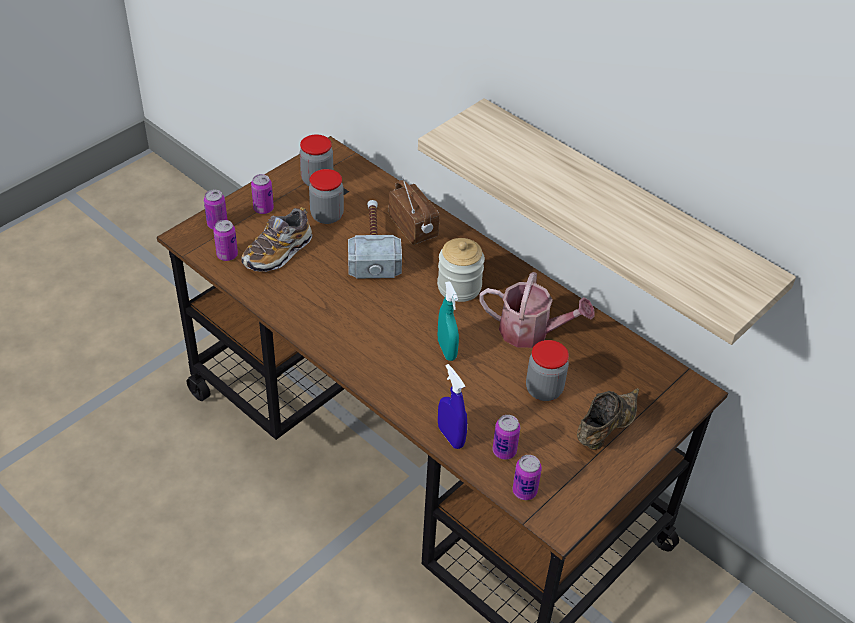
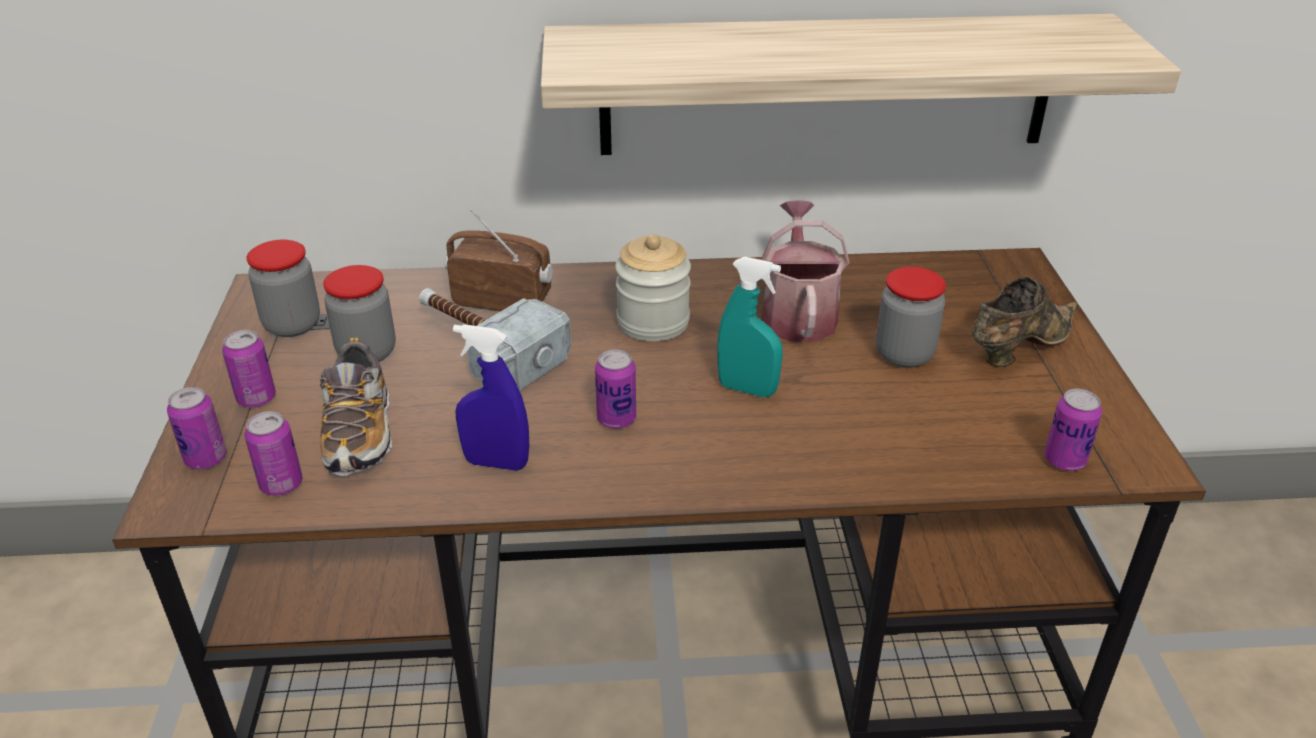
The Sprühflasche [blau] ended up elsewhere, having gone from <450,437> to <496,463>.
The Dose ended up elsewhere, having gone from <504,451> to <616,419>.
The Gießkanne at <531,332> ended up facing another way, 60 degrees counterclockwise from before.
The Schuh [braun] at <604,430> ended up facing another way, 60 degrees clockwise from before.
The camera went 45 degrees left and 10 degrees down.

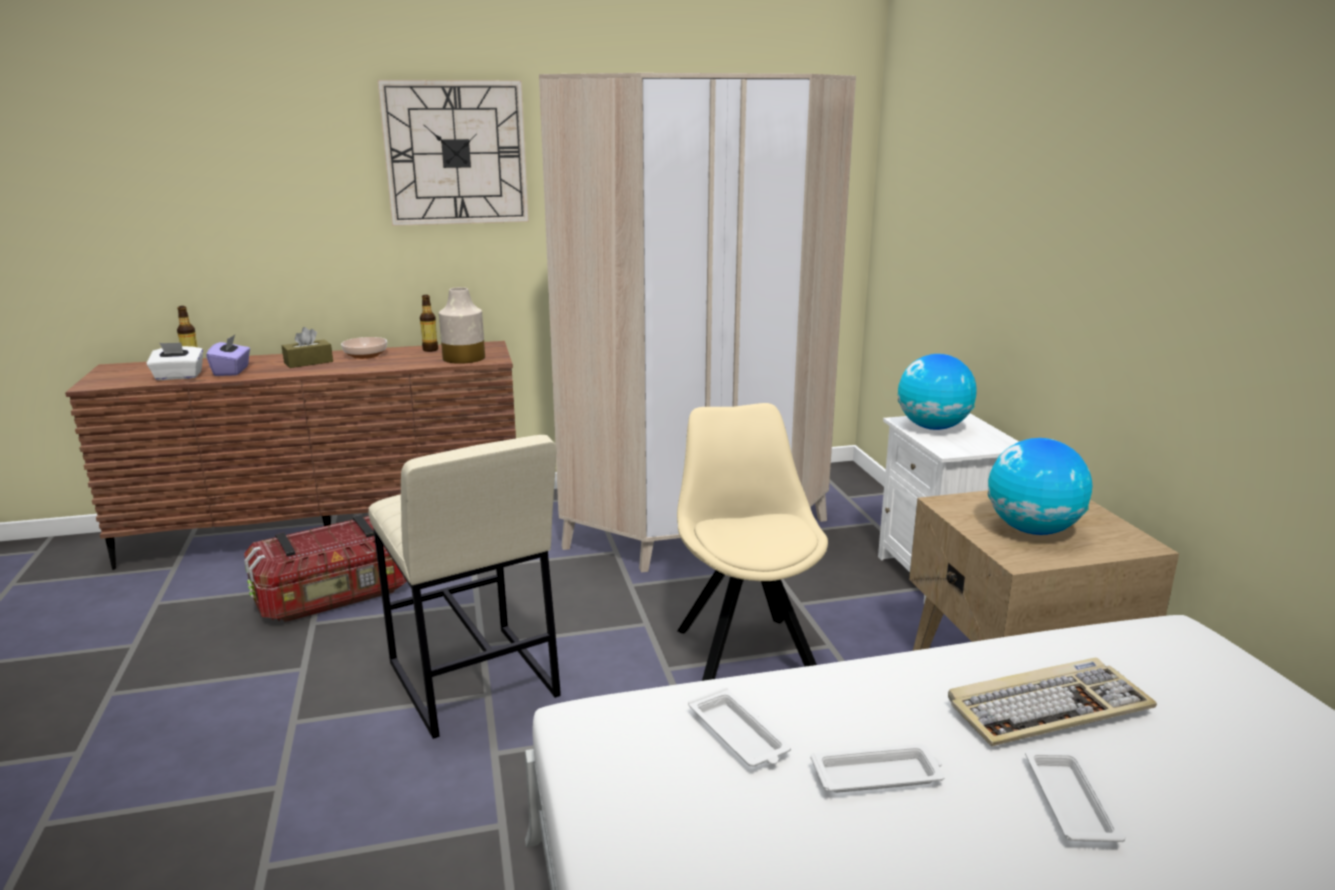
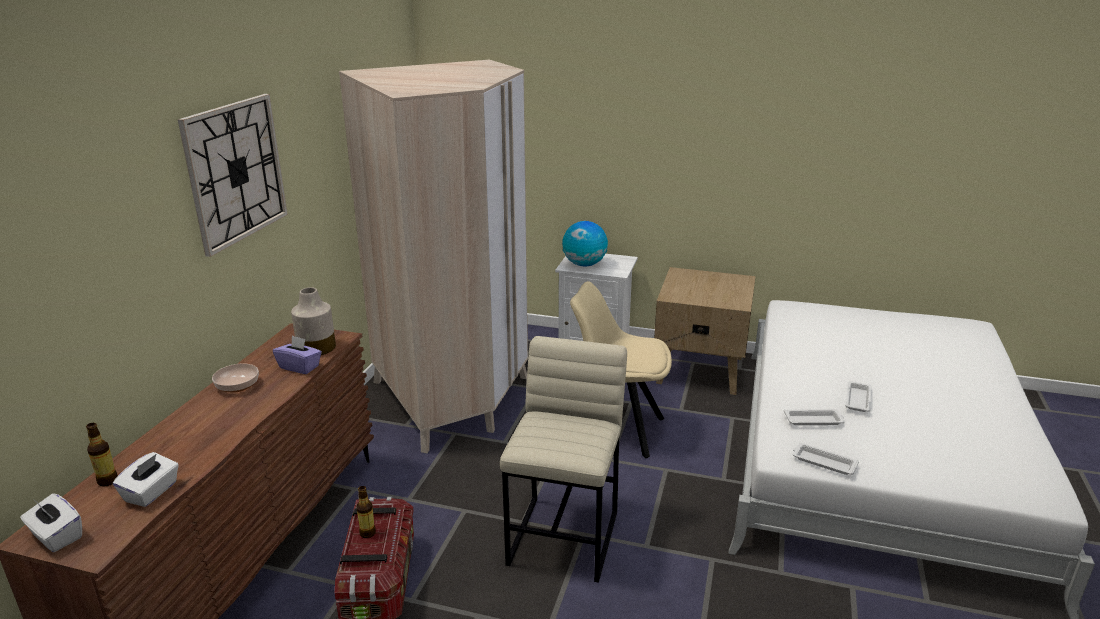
The second view lost the Taschentuchbox [braun] at <308,362>.
The second view lost the Tastatur at <1048,706>.
The second view lost the Globus at <1032,530>.
The second view gained the Taschentuchbox [weiß] at <56,536>.
The Taschentuchbox [lila] ended up elsewhere, having gone from <232,371> to <300,367>.
The Flasche ended up elsewhere, having gone from <430,350> to <367,533>.
The Tablett [weiß] ended up elsewhere, having gone from <1069,800> to <823,462>.
The Stuhl [beige] at <474,681> ended up facing another way, 75 degrees counterclockwise from before.
The camera went 60 degrees left and 5 degrees up.

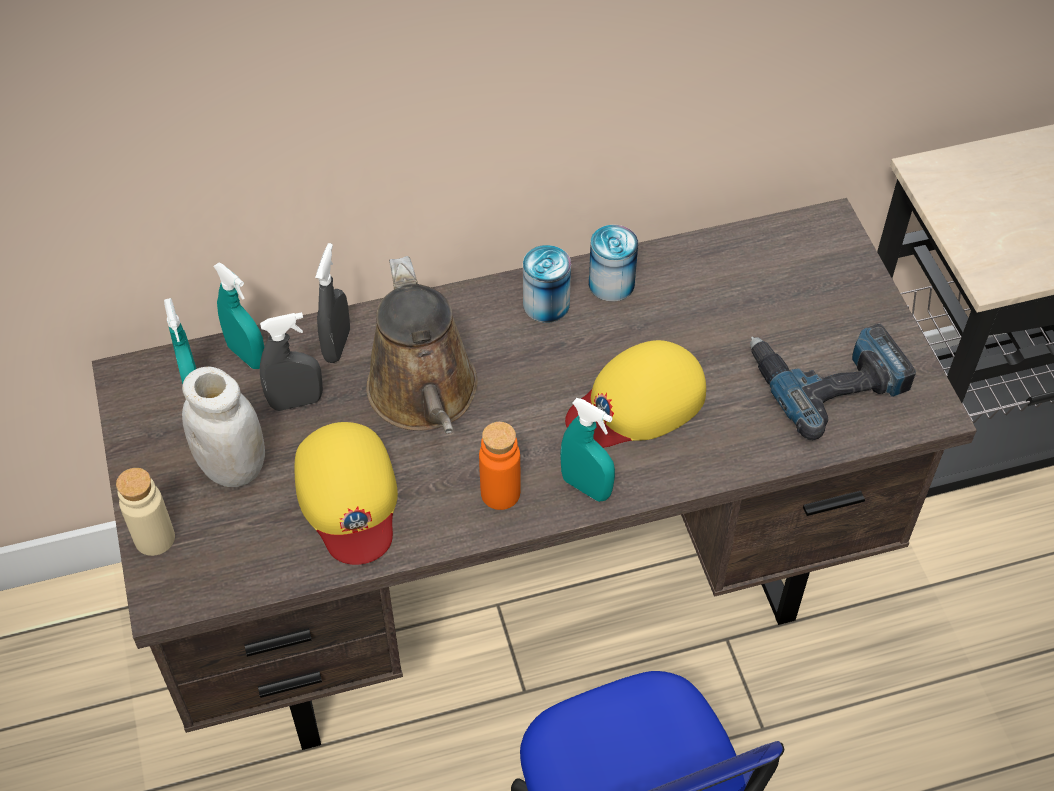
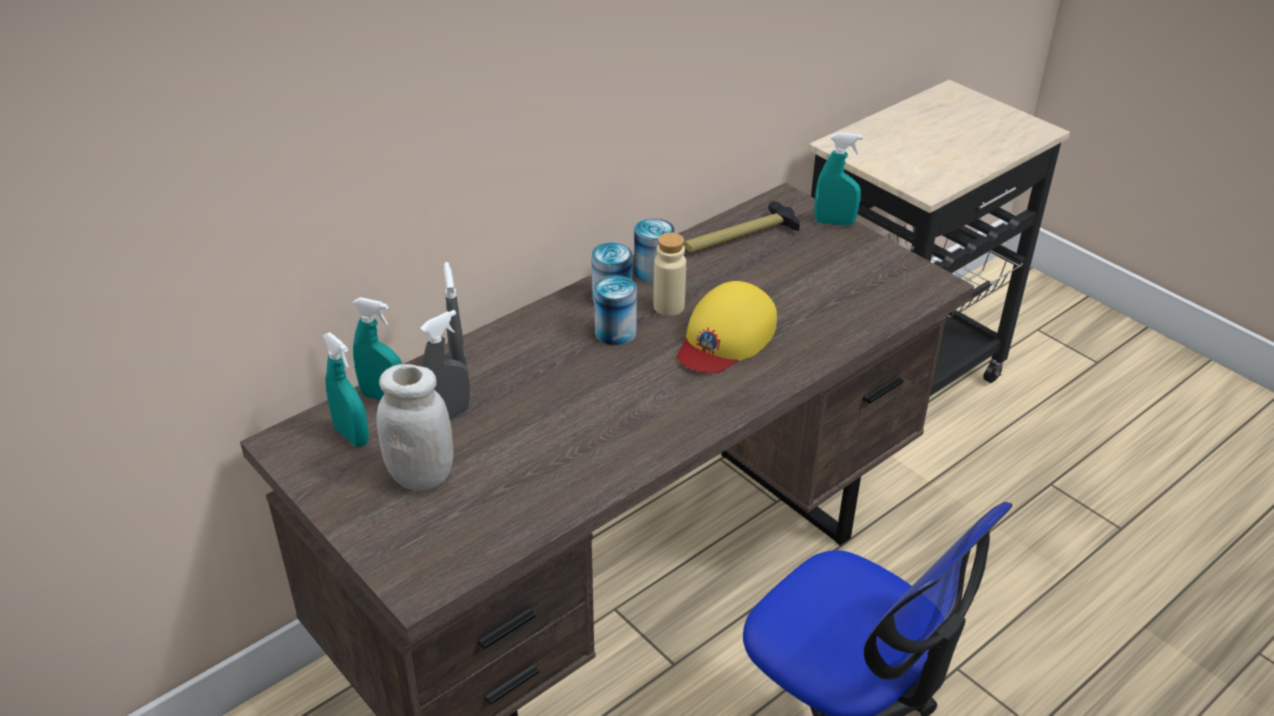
The second view lost the Kappe [gelb] at <348,497>.
The second view lost the Gießkanne [braun] at <425,396>.
The second view lost the Flasche [orange] at <500,493>.
The second view lost the Bohrmaschine at <827,378>.
The second view gained the Dose at <615,332>.
The second view gained the Hammer at <740,238>.
The Flasche [beige] ended up elsewhere, having gone from <154,538> to <669,306>.
The Sprühflasche [türkis] ended up elsewhere, having gone from <586,487> to <834,222>.
The camera went 25 degrees left and 15 degrees down.

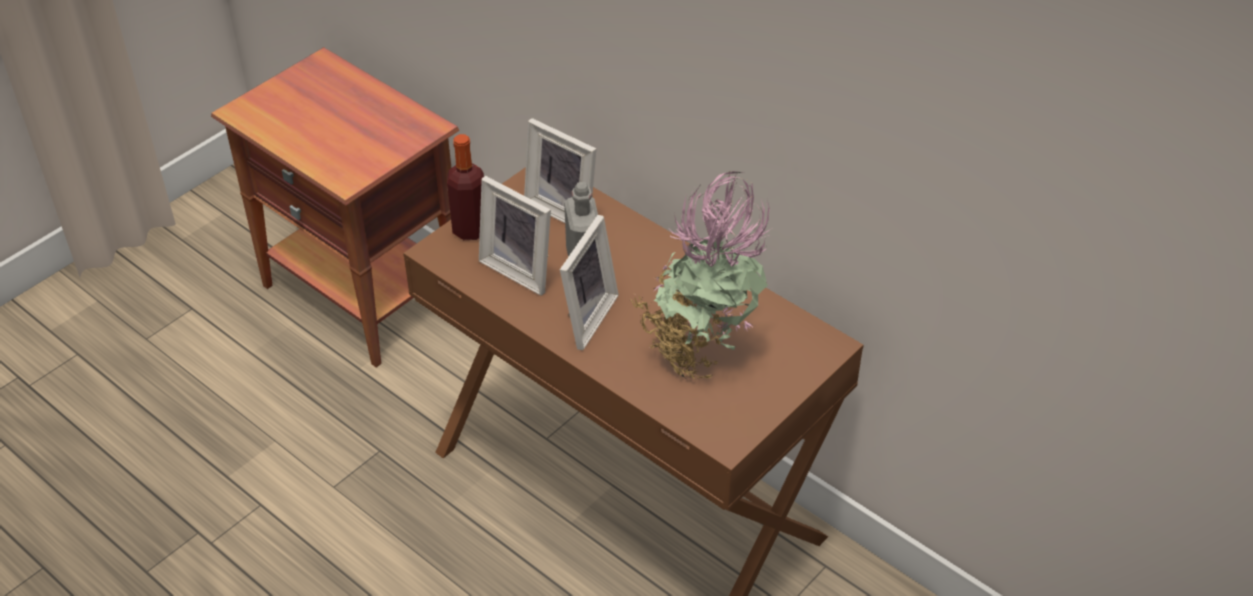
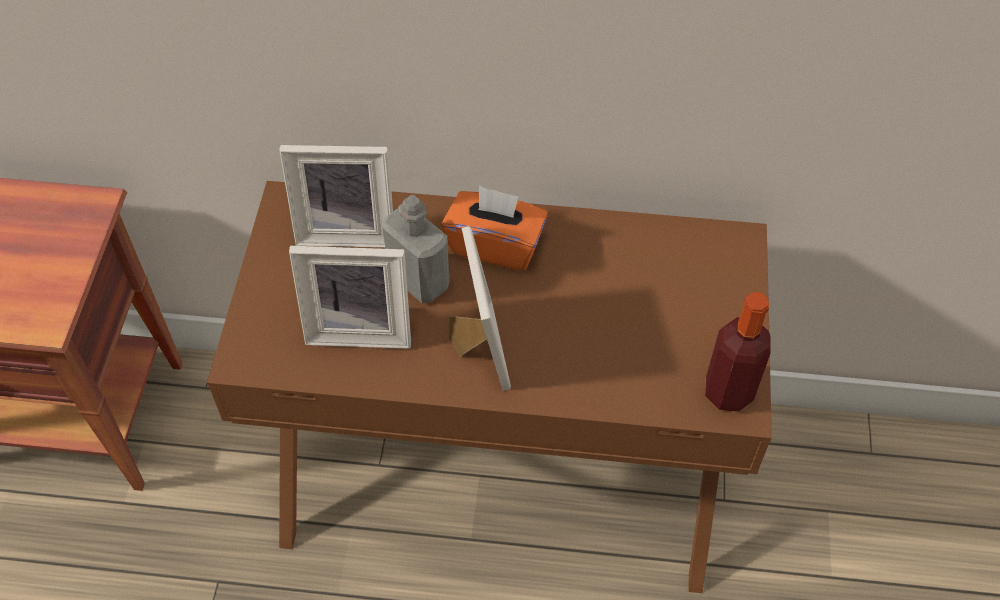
The second view lost the Topfpflanze at <700,351>.
The second view gained the Taschentuchbox [orange] at <495,245>.
The Flasche ended up elsewhere, having gone from <470,230> to <728,392>.
The camera went 35 degrees left and 10 degrees up.

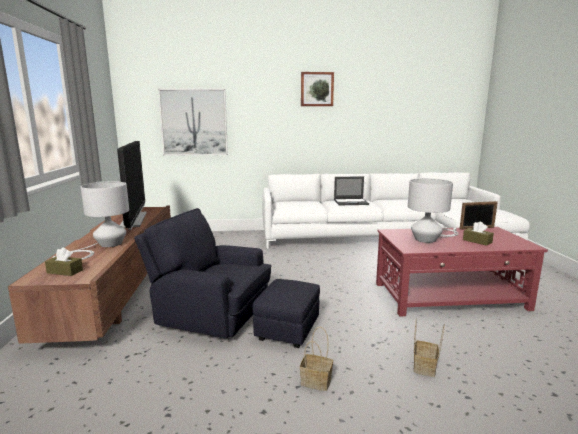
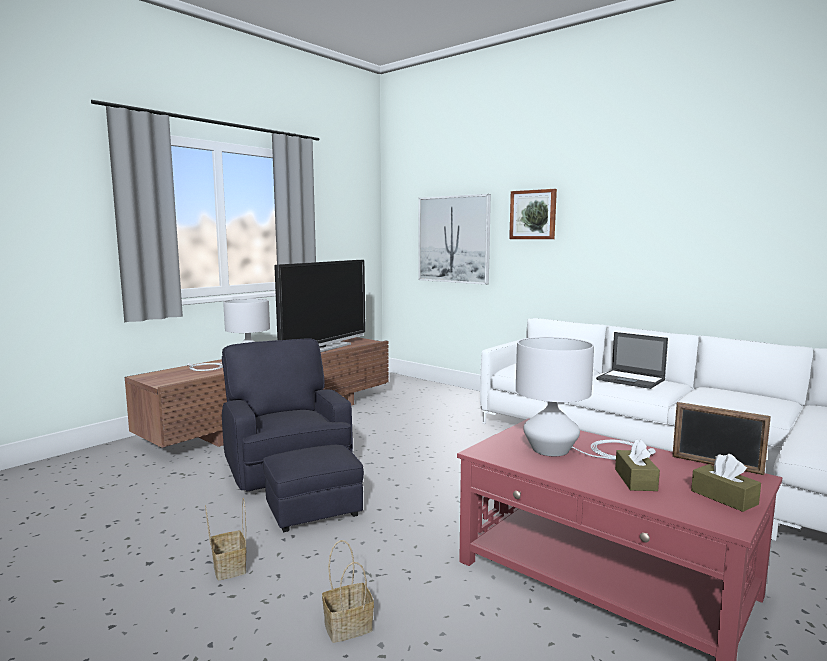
The Taschentuchbox [braun] ended up elsewhere, having gone from <65,271> to <724,497>.
The Bild ended up elsewhere, having gone from <317,89> to <533,214>.
The camera went 45 degrees right and 5 degrees down.

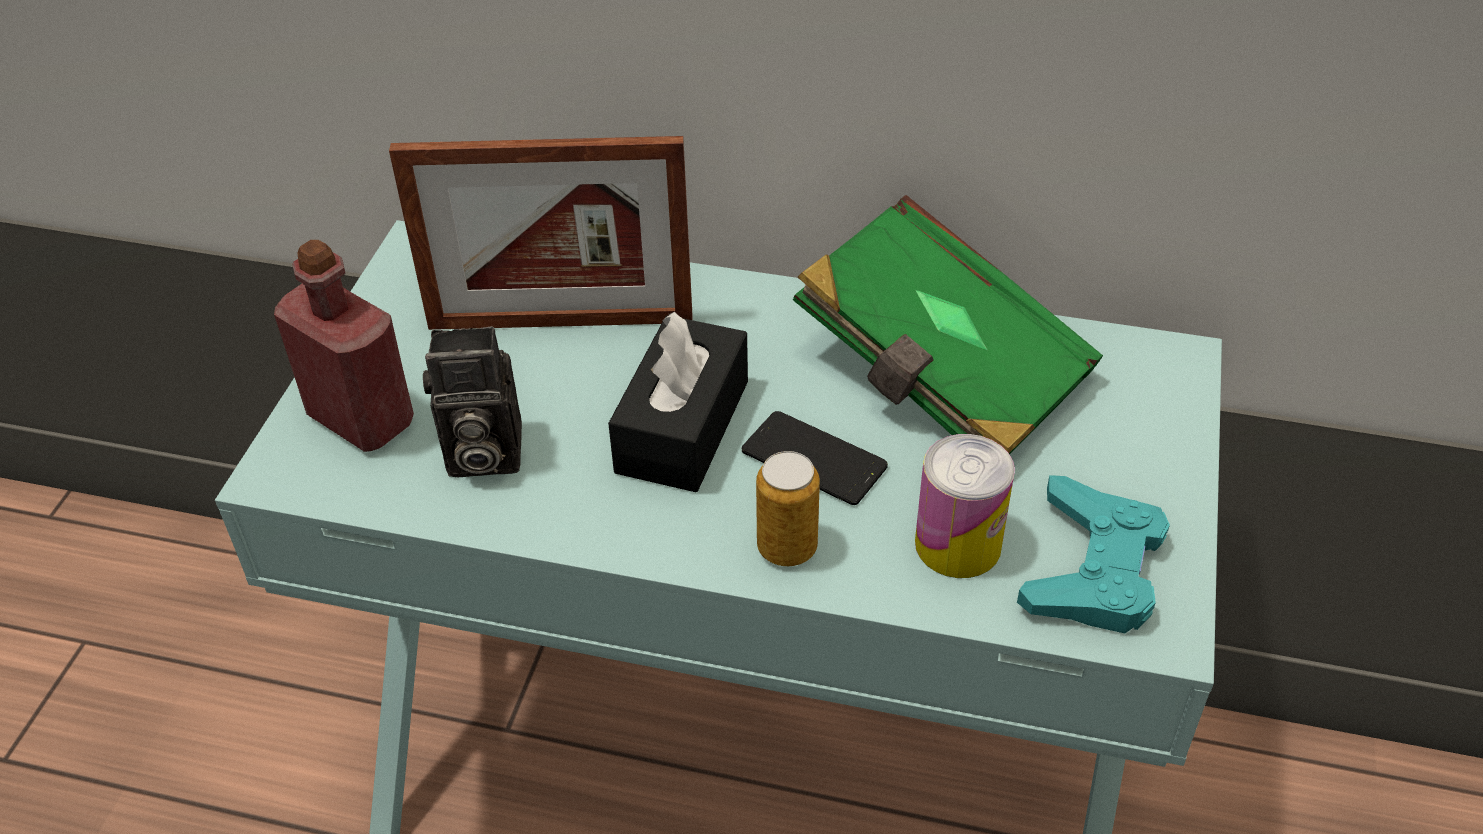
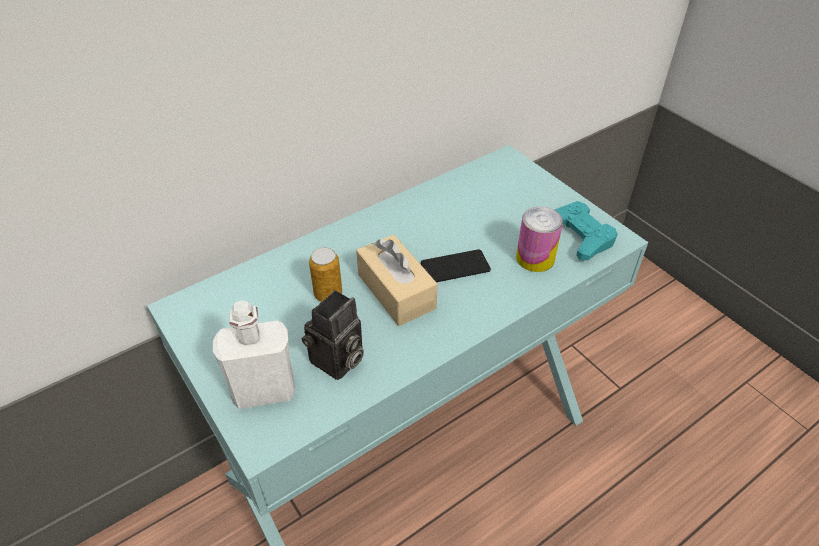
The second view lost the Bilderrahmen at <560,322>.
The second view lost the Buch [grün] at <940,373>.
The Dose ended up elsewhere, having gone from <787,547> to <328,294>.
What was the Flasche [rot] at <361,419> turned into the Flasche [weiß] at <264,391>.
What was the Taschentuchbox [schwarz] at <682,426> turned into the Taschentuchbox [beige] at <396,291>.
The camera went 50 degrees left and 0 degrees up.

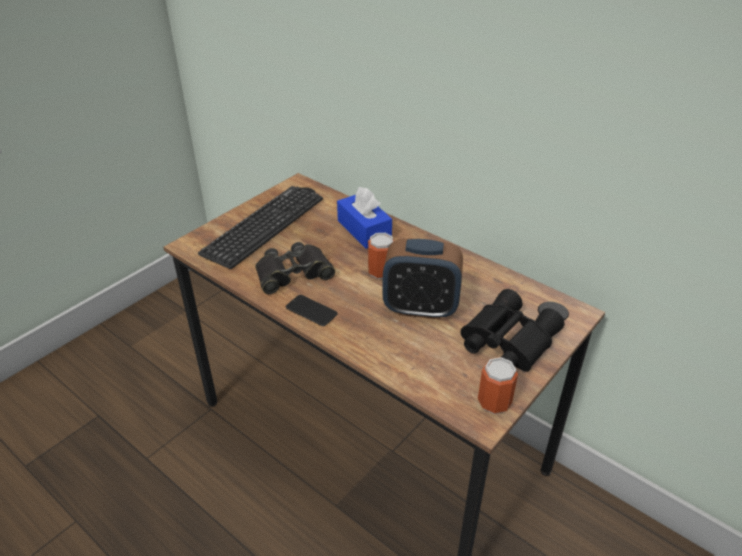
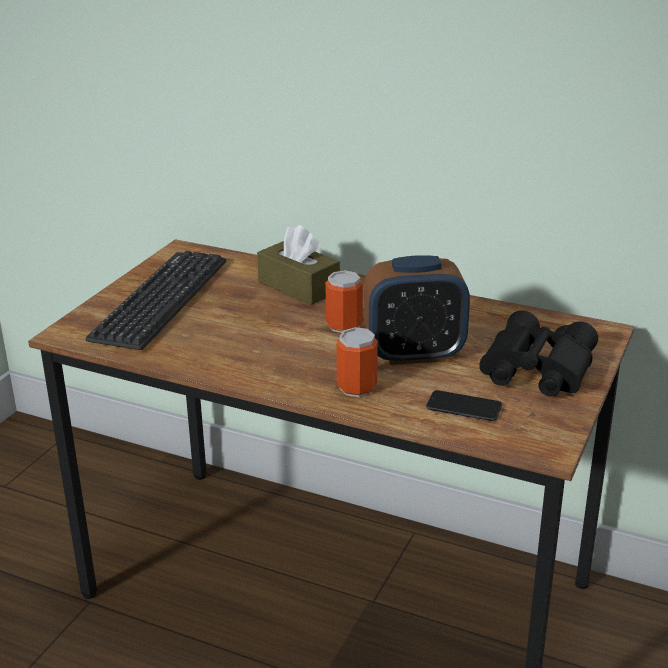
The second view lost the Fernglas [schwarz] at <293,273>.
The Handy ended up elsewhere, having gone from <311,311> to <464,407>.
The Dose ended up elsewhere, having gone from <494,402> to <357,387>.
What was the Taschentuchbox [blau] at <364,230> turned into the Taschentuchbox [braun] at <298,287>.
The camera went 15 degrees left and 10 degrees down.

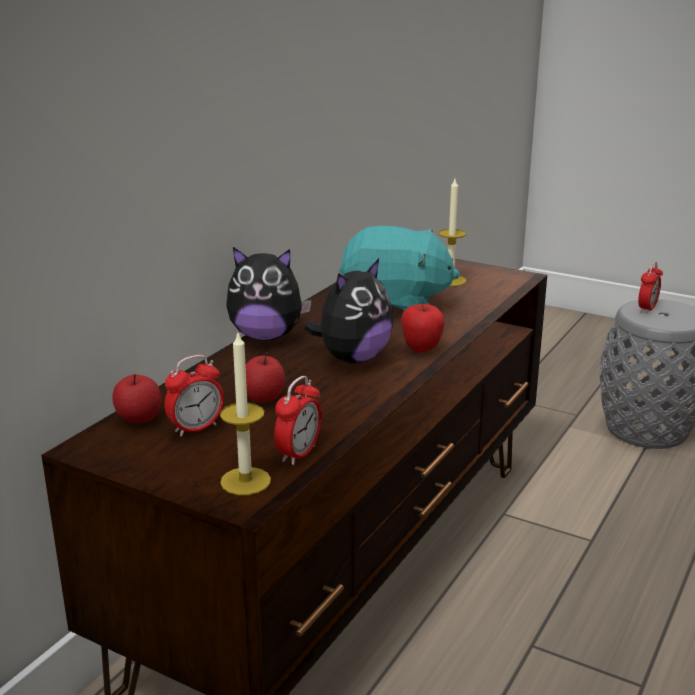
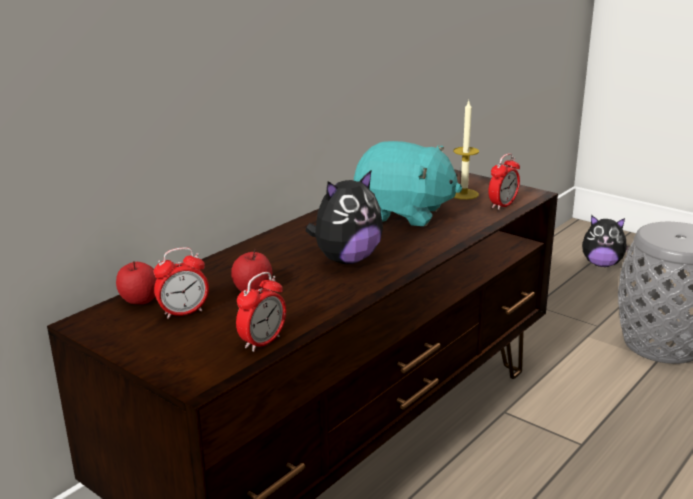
The second view lost the Kerze at <245,481>.
The second view lost the Apfel at <421,349>.
The Plüschtier ended up elsewhere, having gone from <266,336> to <601,264>.
The Wecker ended up elsewhere, having gone from <647,309> to <502,205>.
The camera went 10 degrees right and 0 degrees up.

